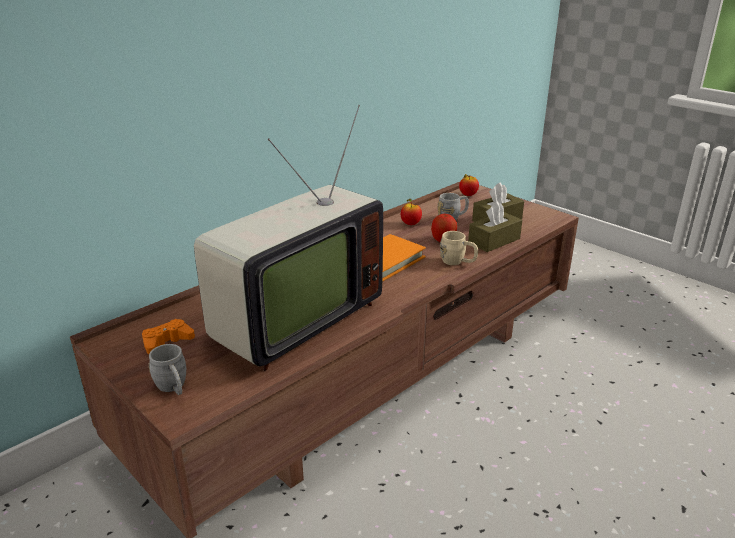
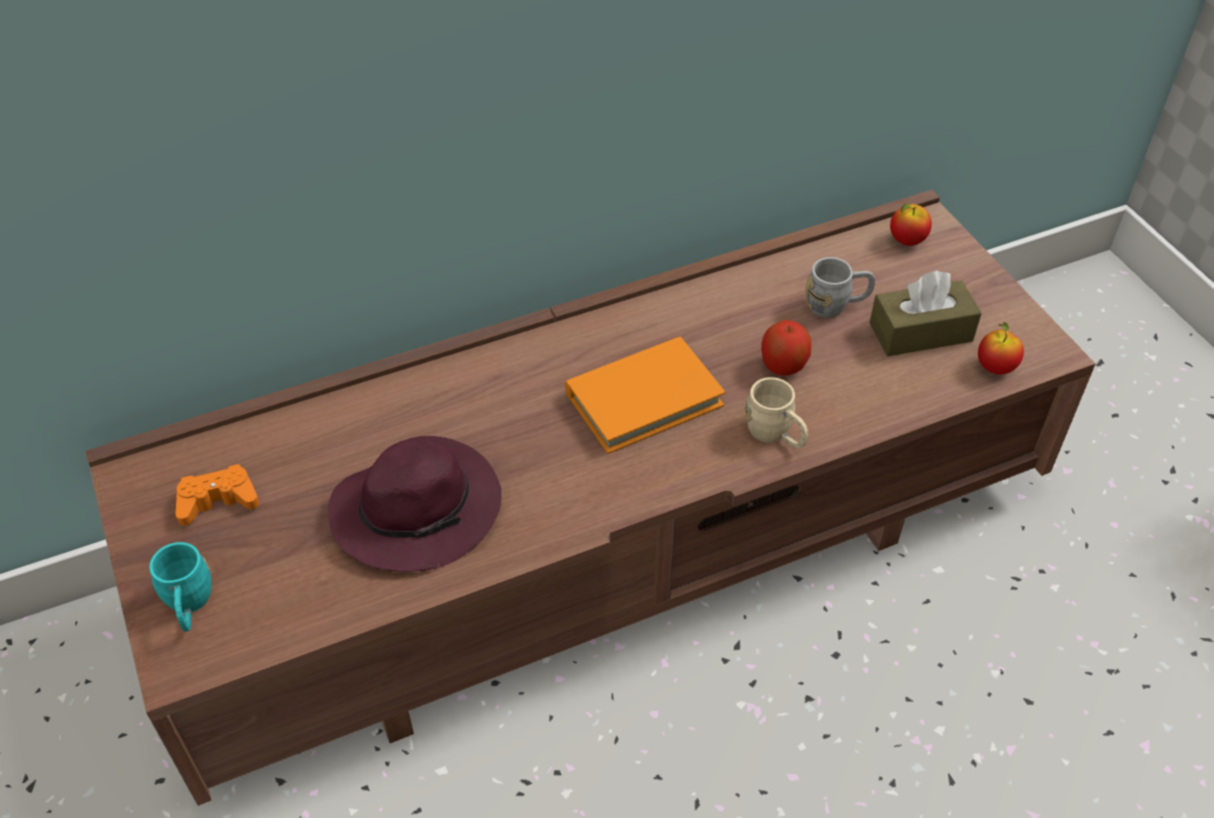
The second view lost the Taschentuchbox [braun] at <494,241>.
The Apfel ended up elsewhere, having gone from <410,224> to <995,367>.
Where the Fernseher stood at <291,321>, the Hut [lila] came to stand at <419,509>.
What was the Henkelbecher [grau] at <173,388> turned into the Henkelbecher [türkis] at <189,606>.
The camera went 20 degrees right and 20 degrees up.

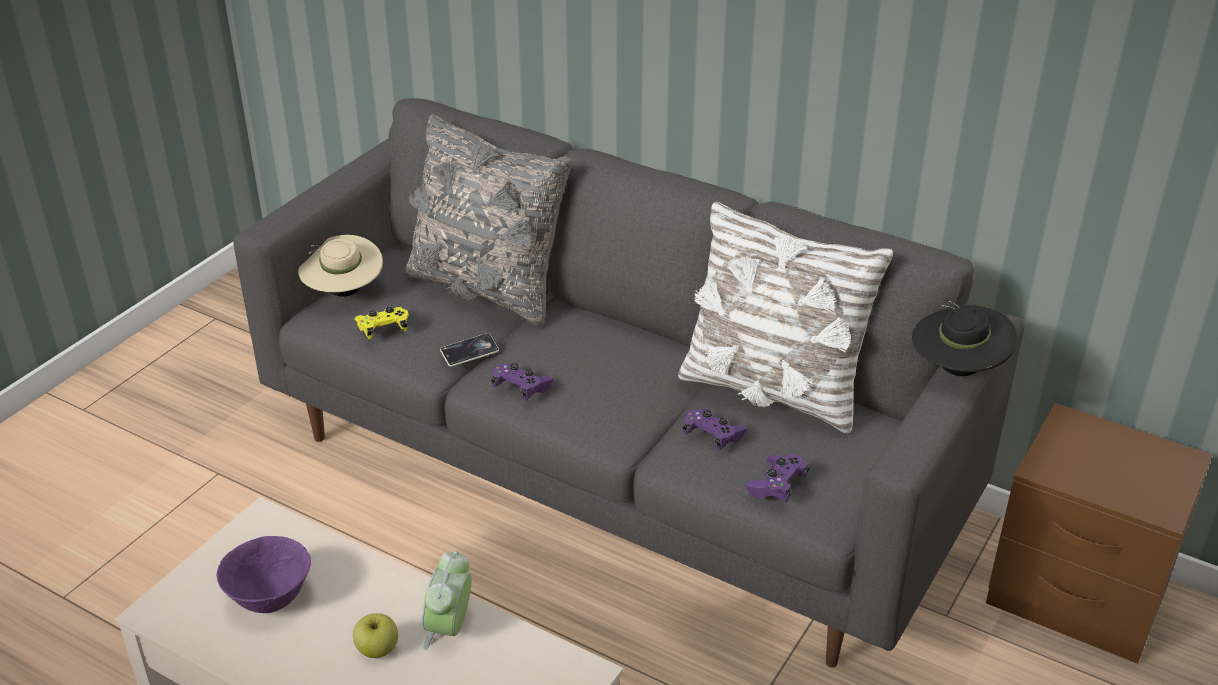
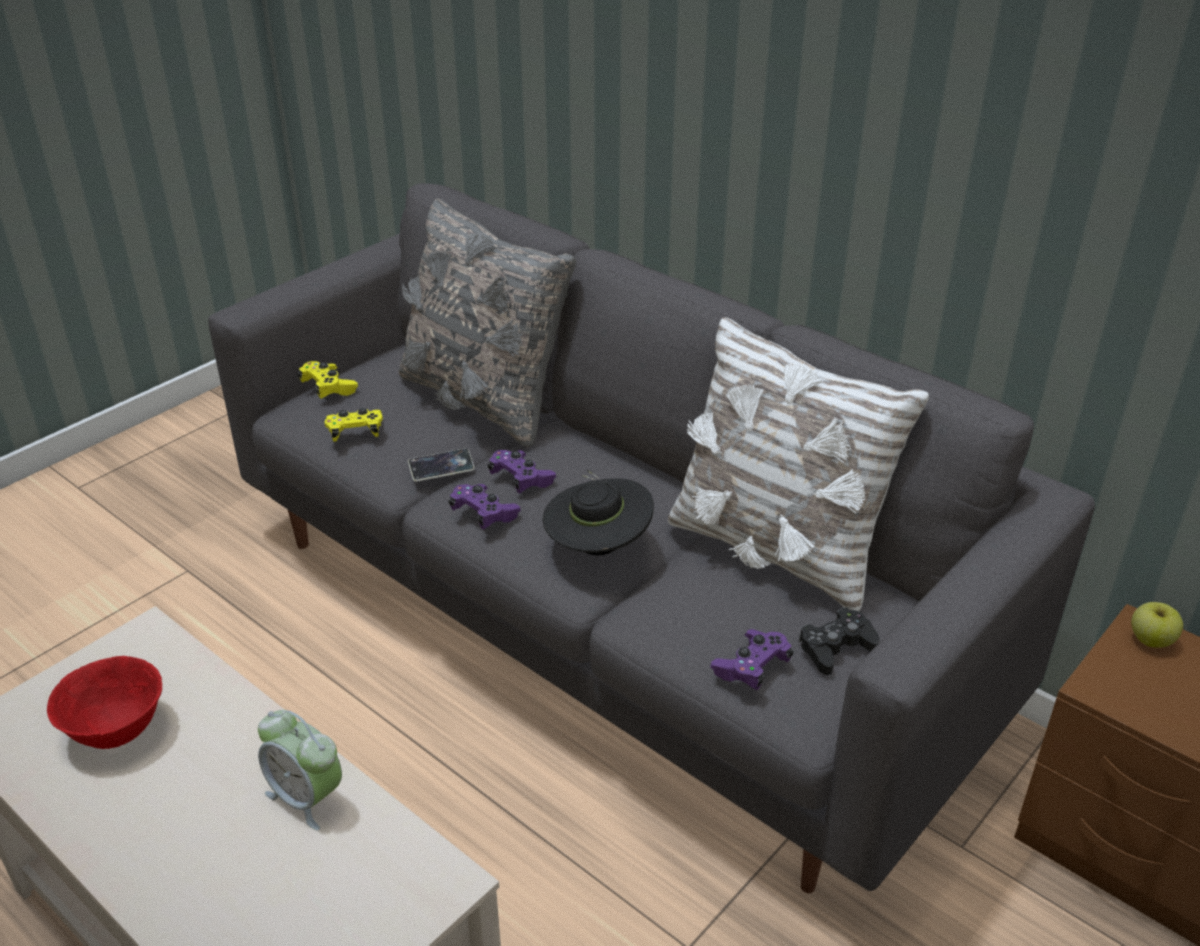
The second view gained the Gamepad [schwarz] at <836,648>.
The Apfel ended up elsewhere, having gone from <377,649> to <1150,640>.
The Gamepad [lila] ended up elsewhere, having gone from <712,436> to <521,479>.
The Hut [schwarz] ended up elsewhere, having gone from <957,369> to <597,547>.
Where the Hut [beige] stood at <344,292>, the Gamepad [gelb] came to stand at <328,388>.
What was the Schüssel [lila] at <269,599> turned into the Schüssel [rot] at <116,730>.
The Wecker at <449,628> ended up facing another way, 75 degrees counterclockwise from before.
The camera went 10 degrees right and 0 degrees up.

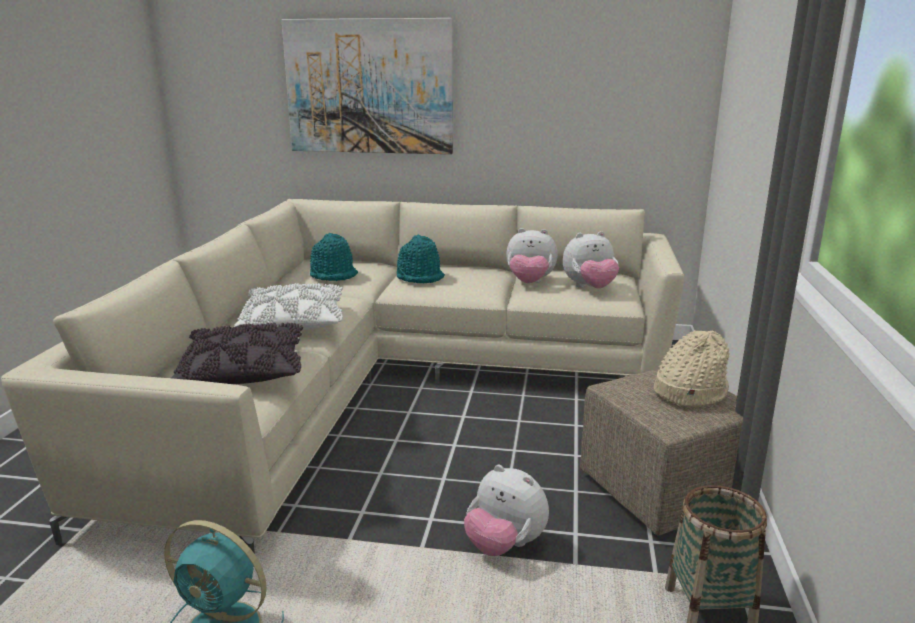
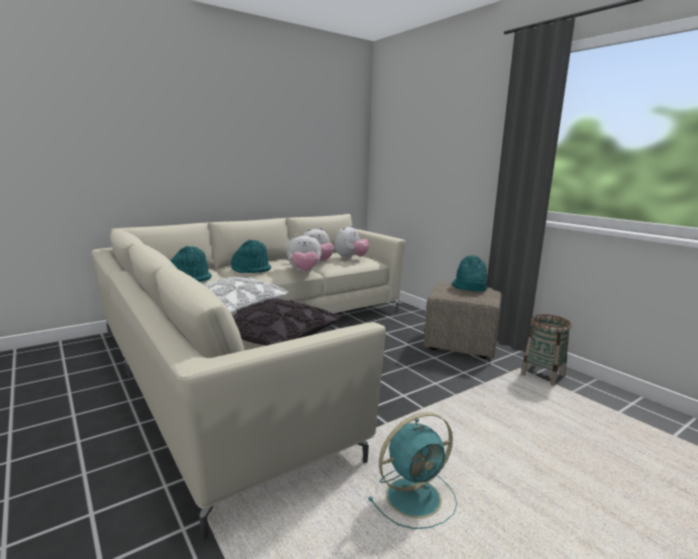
The second view lost the Bild at <369,87>.
The Plüschtier ended up elsewhere, having gone from <504,545> to <304,271>.
What was the Hut [beige] at <689,391> turned into the Hut [türkis] at <469,287>.
The camera went 45 degrees left and 5 degrees down.

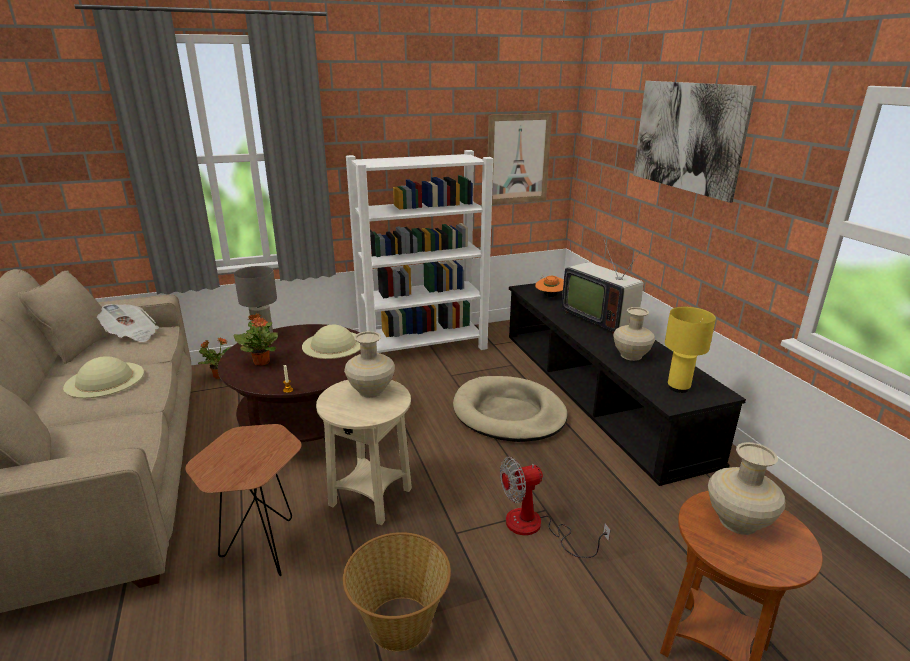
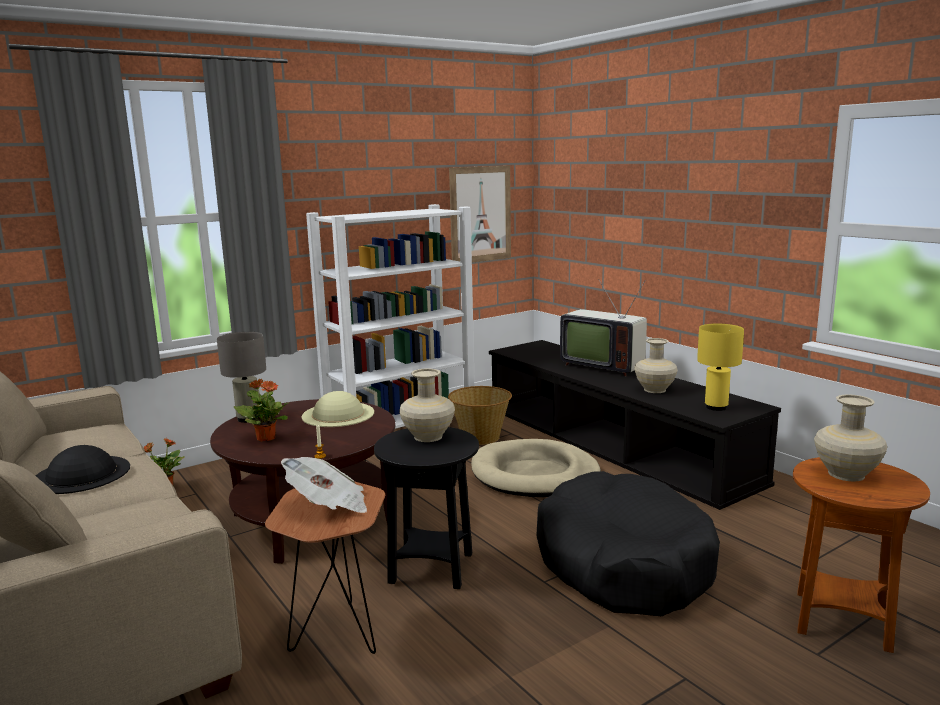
The second view lost the Hut [orange] at <549,296>.
The second view lost the Bild at <687,137>.
The Zeitung ended up elsewhere, having gone from <132,335> to <328,505>.
The Korb ended up elsewhere, having gone from <399,624> to <480,438>.
Where the Ventilator stood at <536,528>, the Hundebett [schwarz] came to stand at <623,563>.
What was the Hut [beige] at <105,379> turned into the Hut [schwarz] at <81,474>.
What was the Beistelltisch [beige] at <371,497> turned into the Beistelltisch [schwarz] at <431,568>.
The camera went 15 degrees left and 10 degrees down.

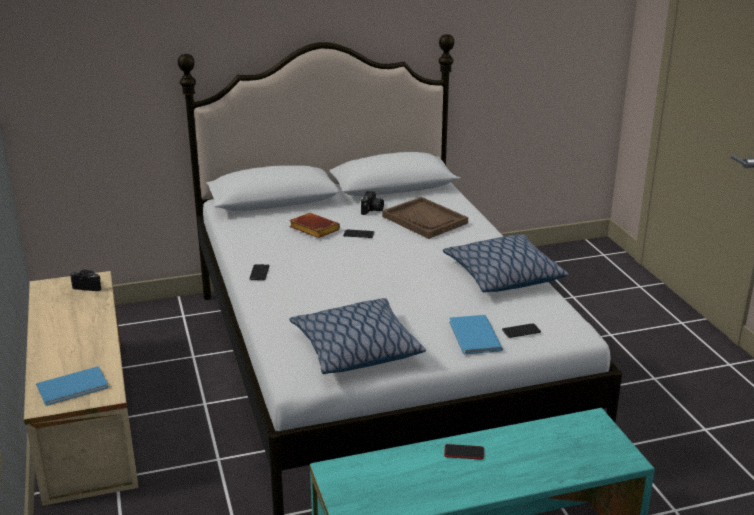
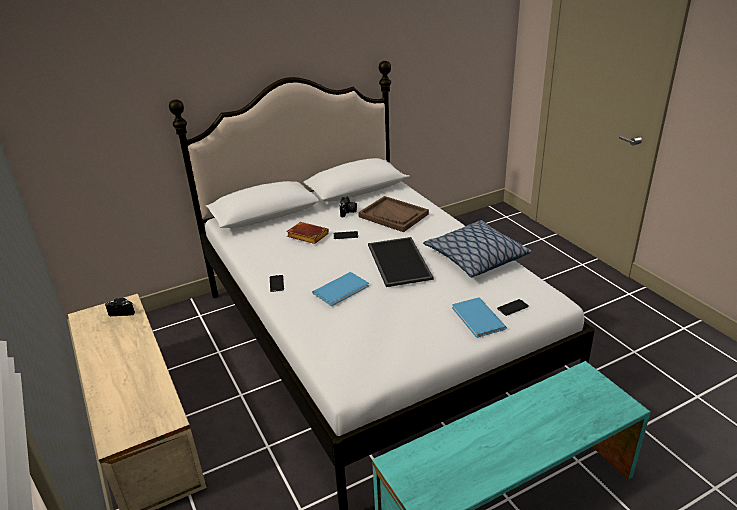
The second view lost the Kissen at <355,349>.
The second view lost the Handy at <464,452>.
The second view gained the Tablett at <397,261>.
The Buch [blau] ended up elsewhere, having gone from <75,387> to <343,289>.
The camera went 10 degrees left and 5 degrees up.

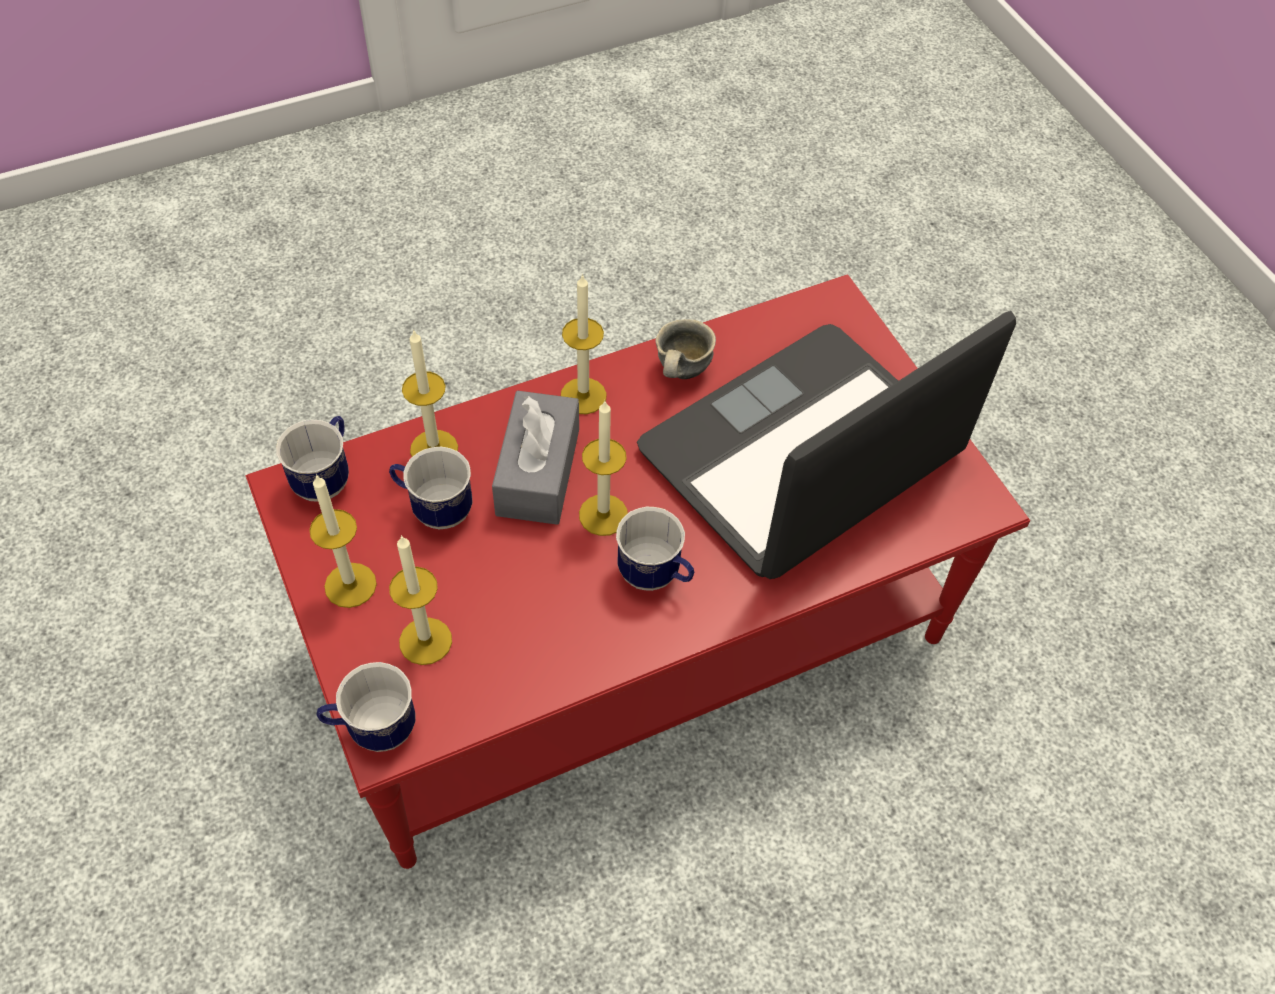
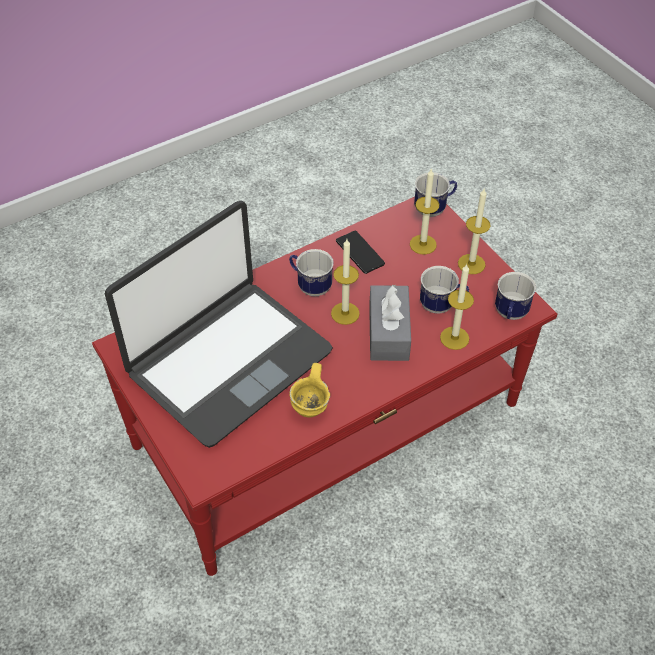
The second view lost the Kerze at <583,396>.
The second view gained the Handy at <360,252>.
What was the Henkelbecher [grau] at <678,372> turned into the Henkelbecher [gelb] at <312,406>.
The camera went 175 degrees right and 5 degrees down.

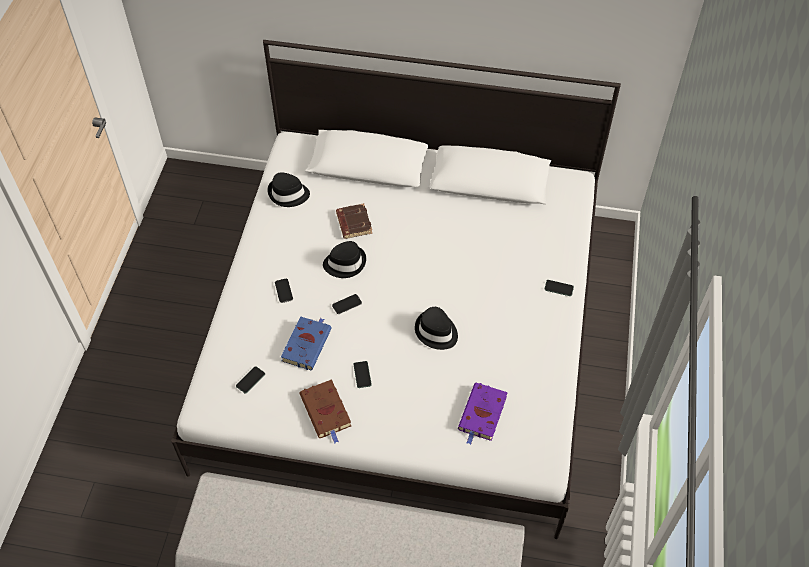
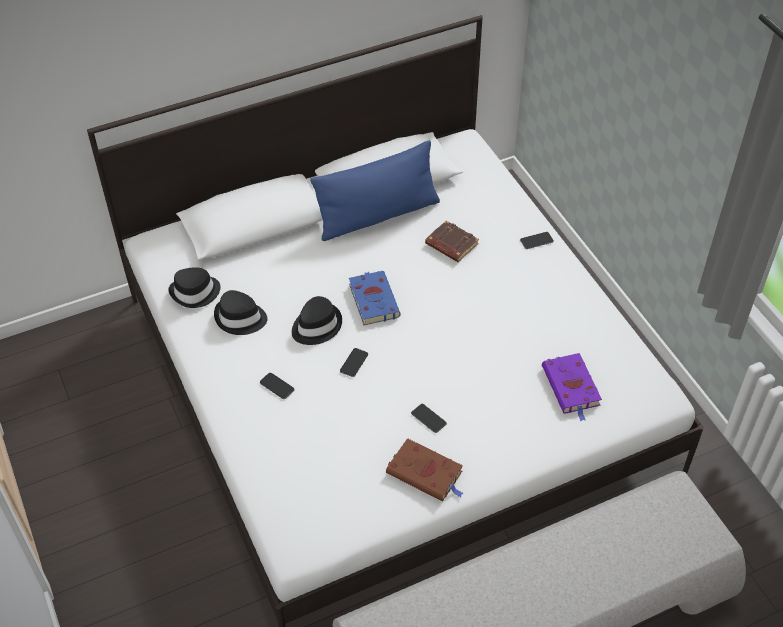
The second view lost the Handy at <250,380>.
The second view gained the Kissen [blau] at <378,216>.
The Buch [blau] ended up elsewhere, having gone from <307,344> to <373,299>.
The Buch [braun] ended up elsewhere, having gone from <353,223> to <450,244>.
The Hut [schwarz] ended up elsewhere, having gone from <436,332> to <240,318>.
The camera went 35 degrees left and 5 degrees down.

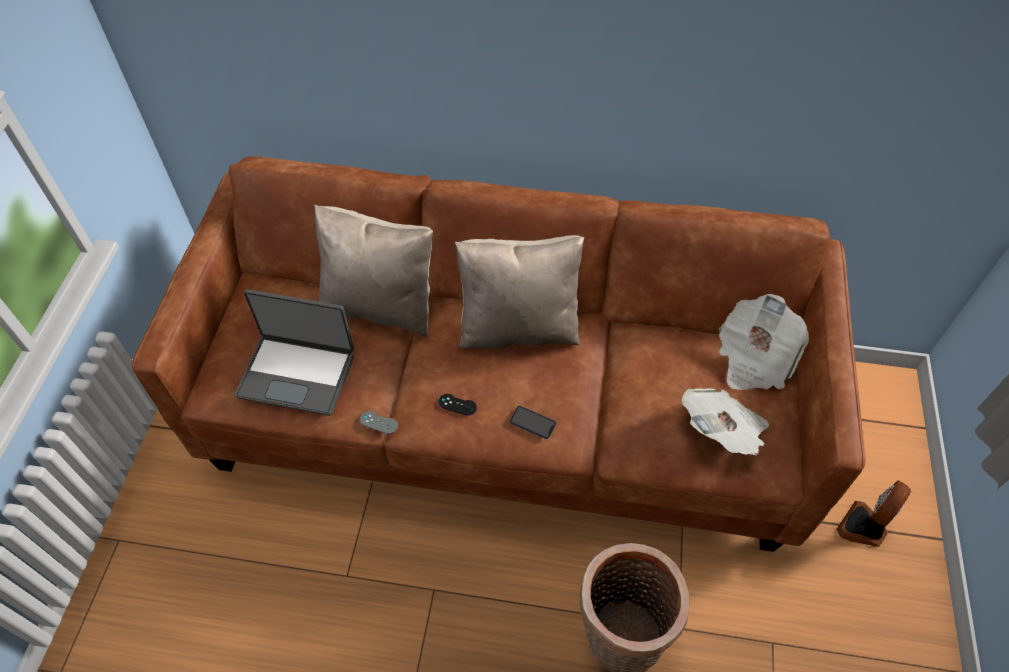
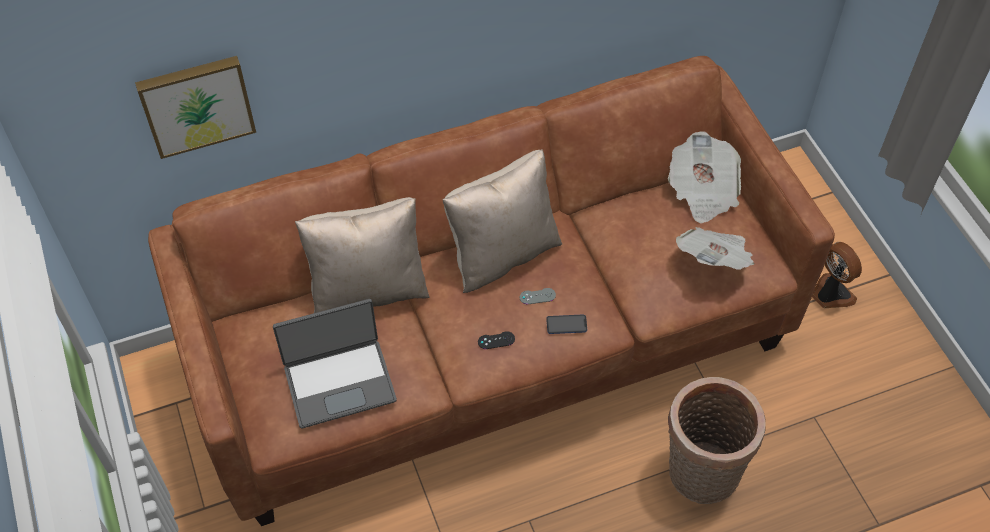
The second view gained the Bild at <196,104>.
The Gamepad [grau] ended up elsewhere, having gone from <379,422> to <537,296>.
The Ventilator at <864,527> ended up facing another way, 135 degrees clockwise from before.
The camera went 30 degrees left and 0 degrees up.

